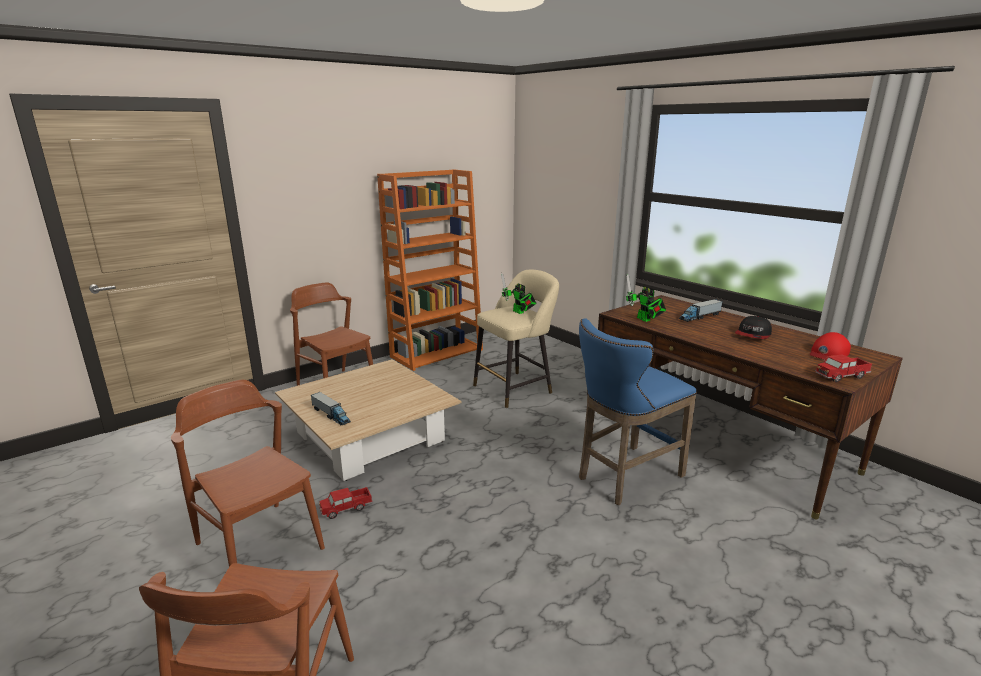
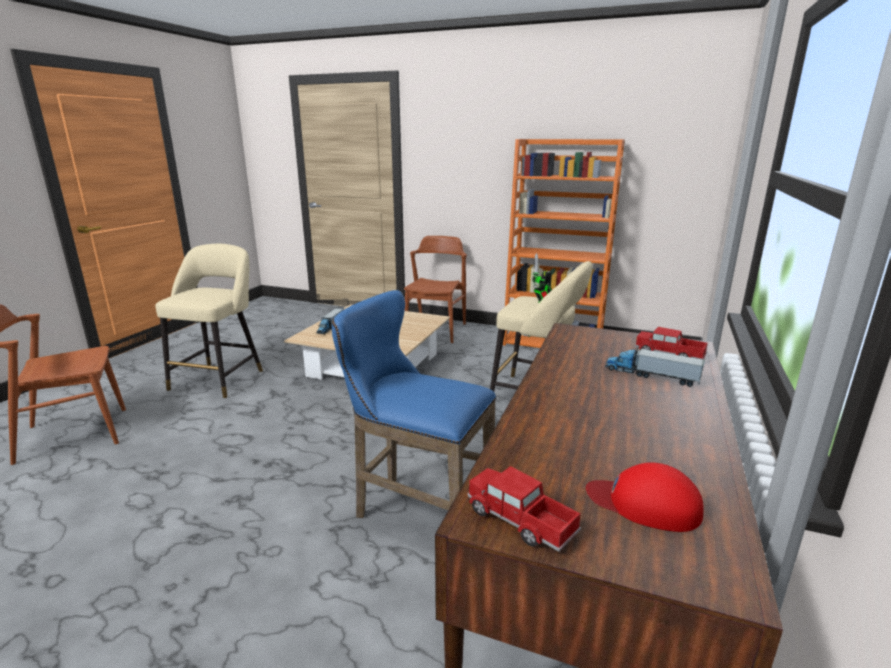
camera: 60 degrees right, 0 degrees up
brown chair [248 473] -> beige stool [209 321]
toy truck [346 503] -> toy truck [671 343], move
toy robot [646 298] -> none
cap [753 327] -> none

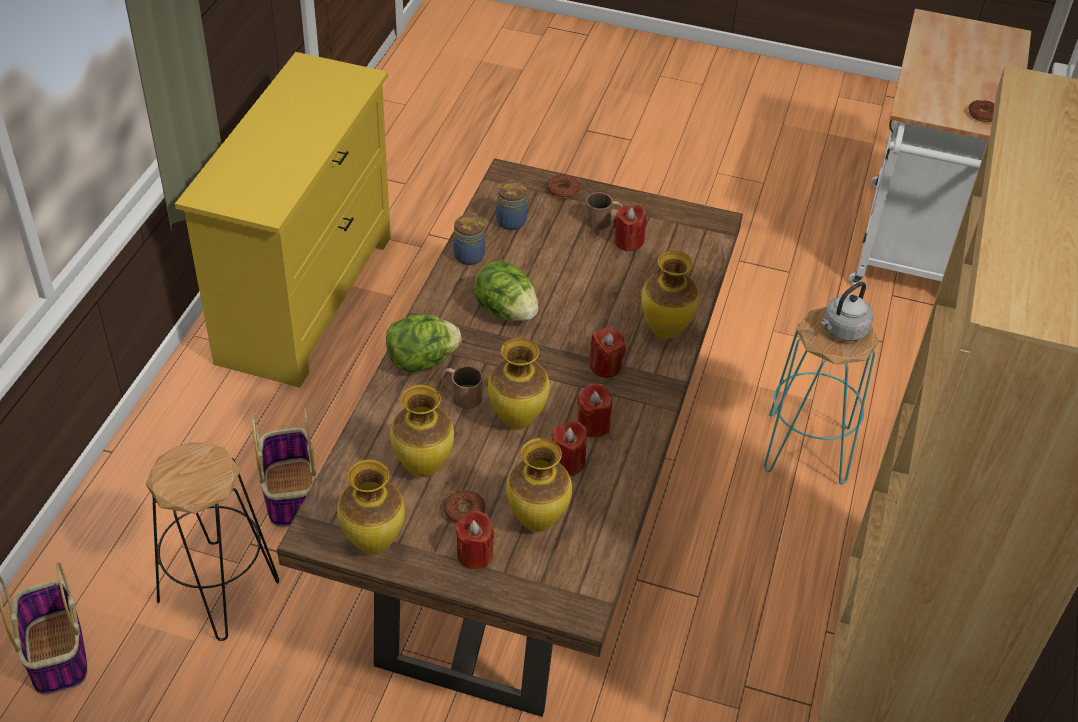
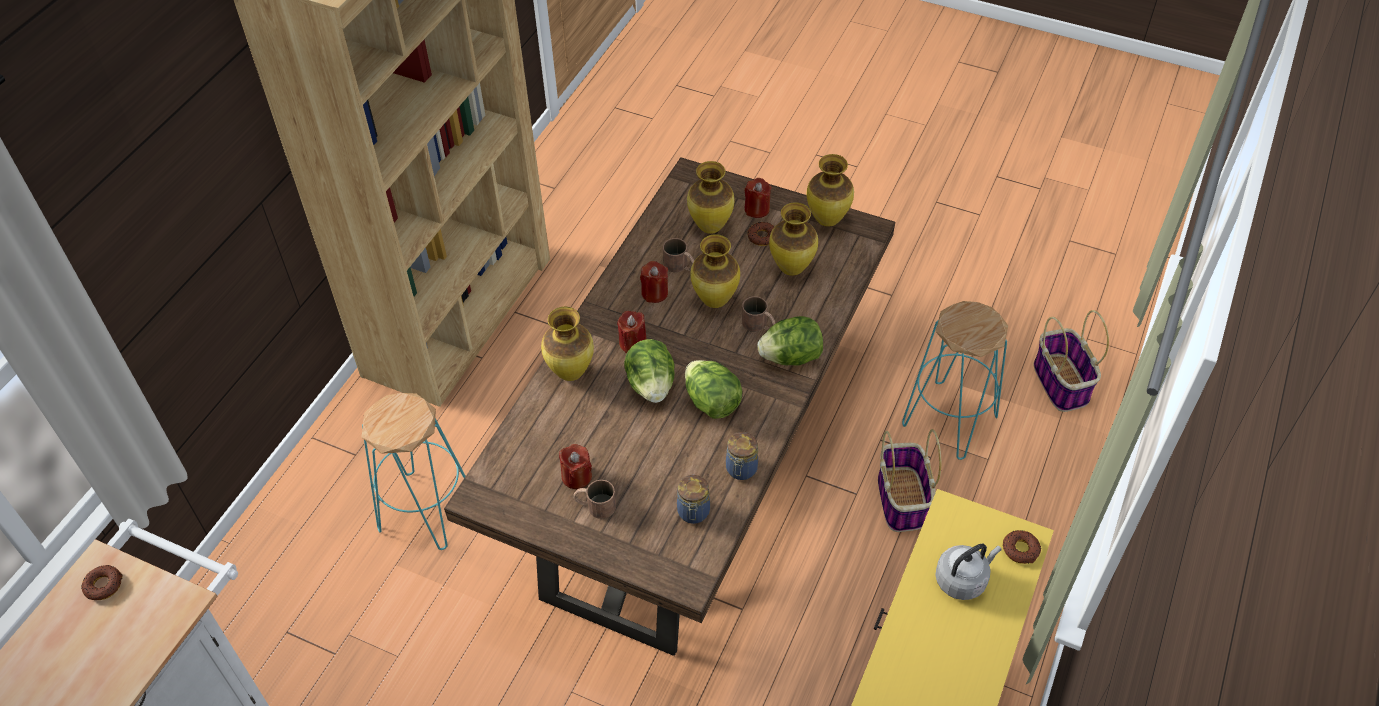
camera: 170 degrees left, 5 degrees up
black stool [212 541] -> turquoise stool [955 380]
donut [563 186] -> donut [1022 547], move
red candle [569 448] -> brown mug [678 255]
grey kettle [847 311] -> grey kettle [968 572], move
none -> lettuce [649 371]

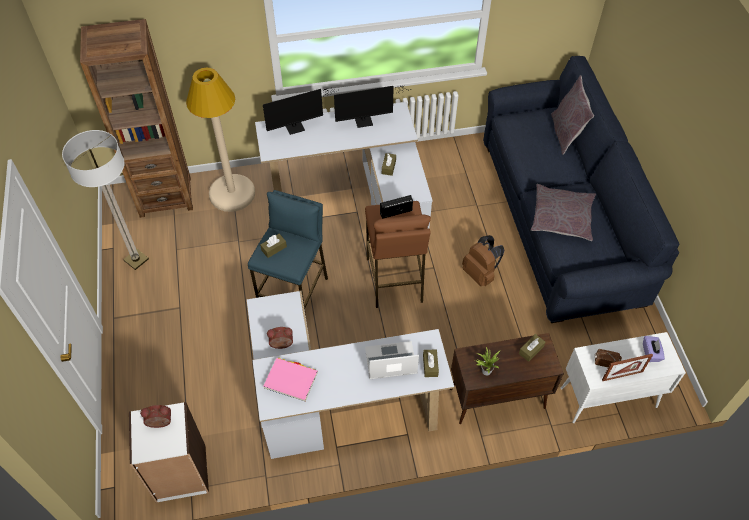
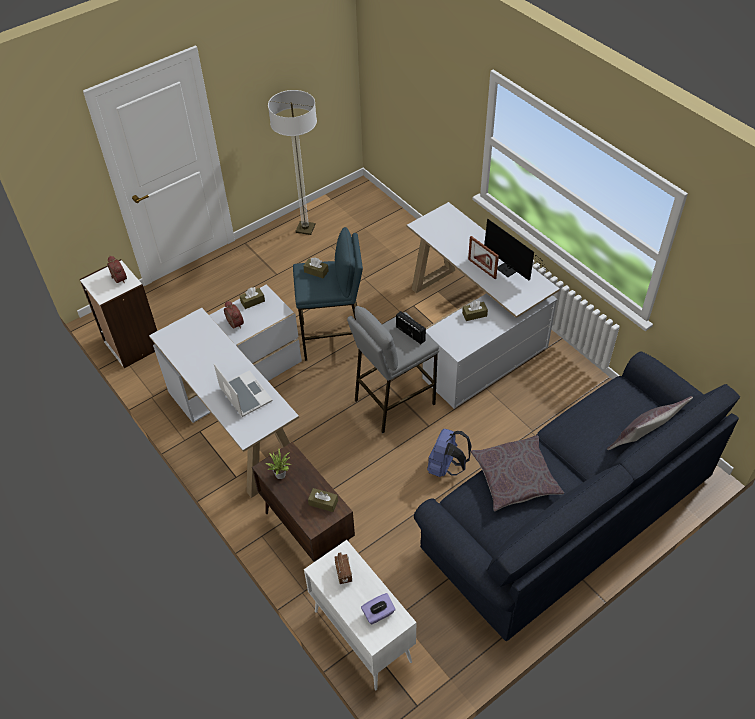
camera: 65 degrees right, 5 degrees down
brown bookcase [136 118] -> none
beige floor lamp [220 140] -> none
monitor [300 111] -> none
pink book [290 380] -> none
brown stool [398 254] -> grey stool [393 369]
brown tissue box [431 363] -> brown tissue box [252 298], move
brown backpack [483 260] -> blue backpack [449 453]
picture frame [627 367] -> picture frame [483 257], move

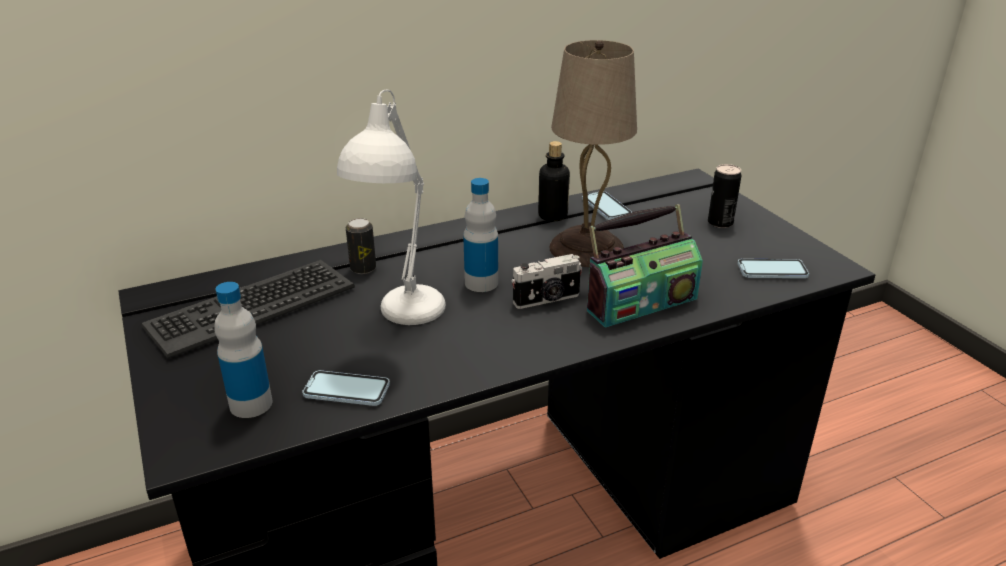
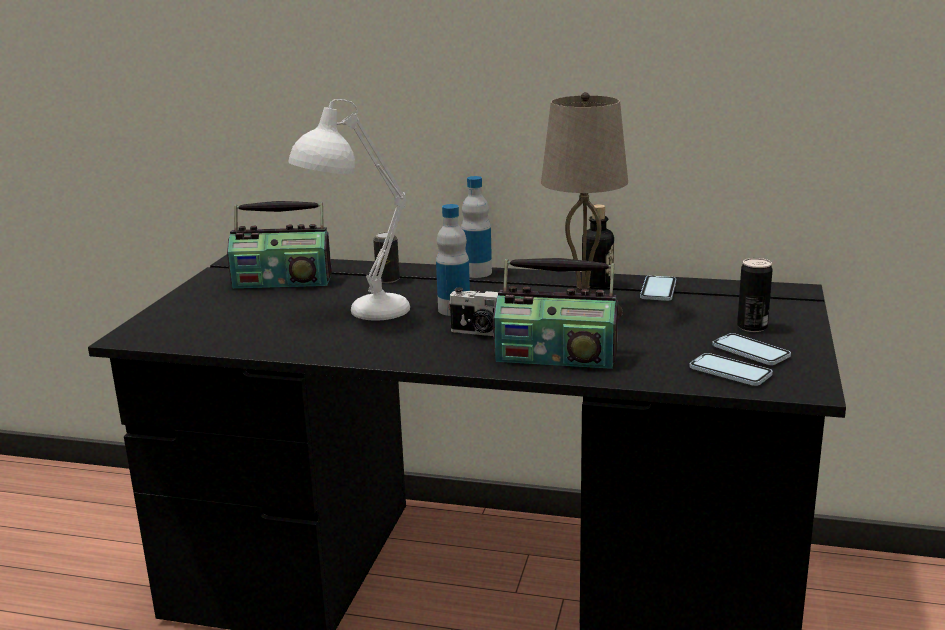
camera: 40 degrees right, 10 degrees down
keyboard [248 309] -> radio [279 244]
bottle [243 350] -> bottle [476 227], move
phone [346 388] -> phone [751 349], move

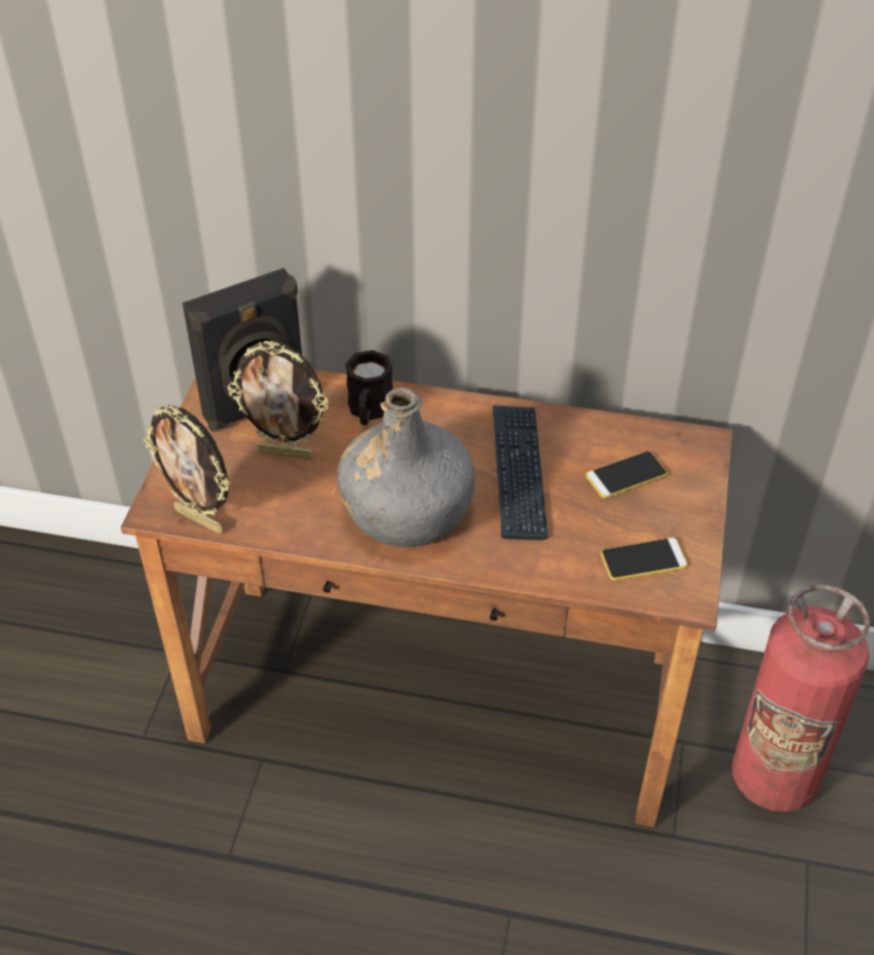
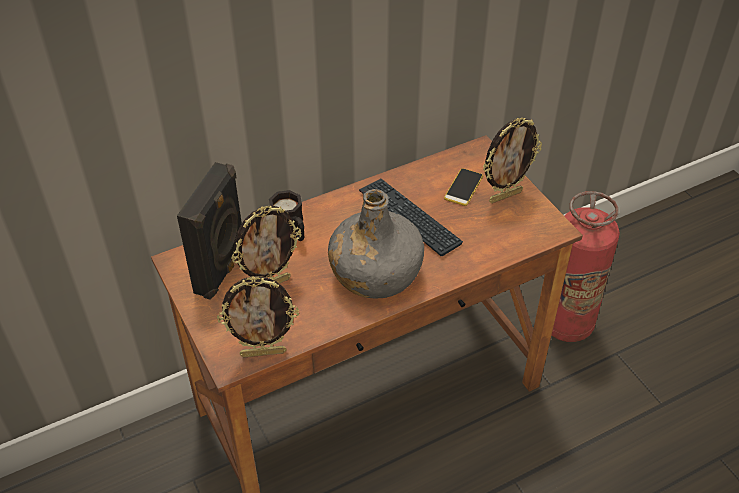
camera: 40 degrees left, 0 degrees up
phone [644 559] -> none
none -> picture frame [512 160]

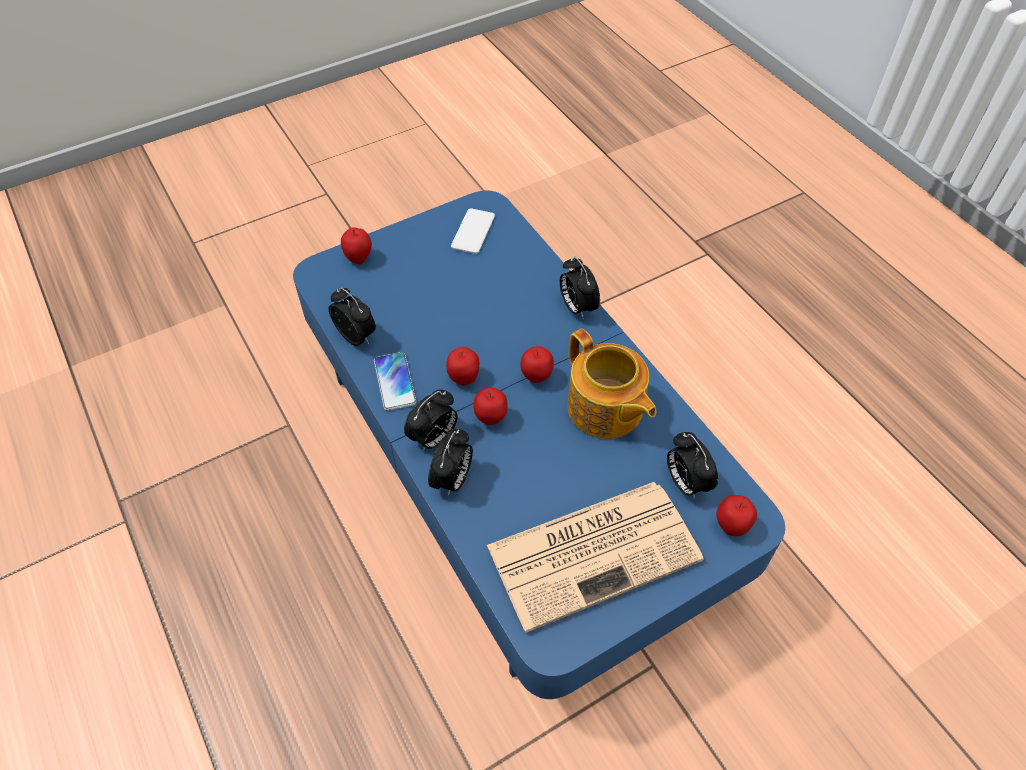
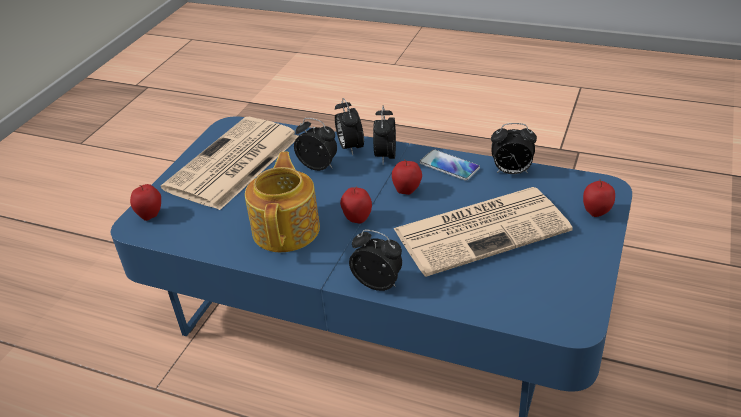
camera: 145 degrees right, 15 degrees down
phone [473 231] -> none
apple [490 406] -> none
teapot [612 384] -> teapot [282 202], 75 degrees clockwise
alarm clock [692 466] -> alarm clock [315 144], move
none -> newspaper [483 232]

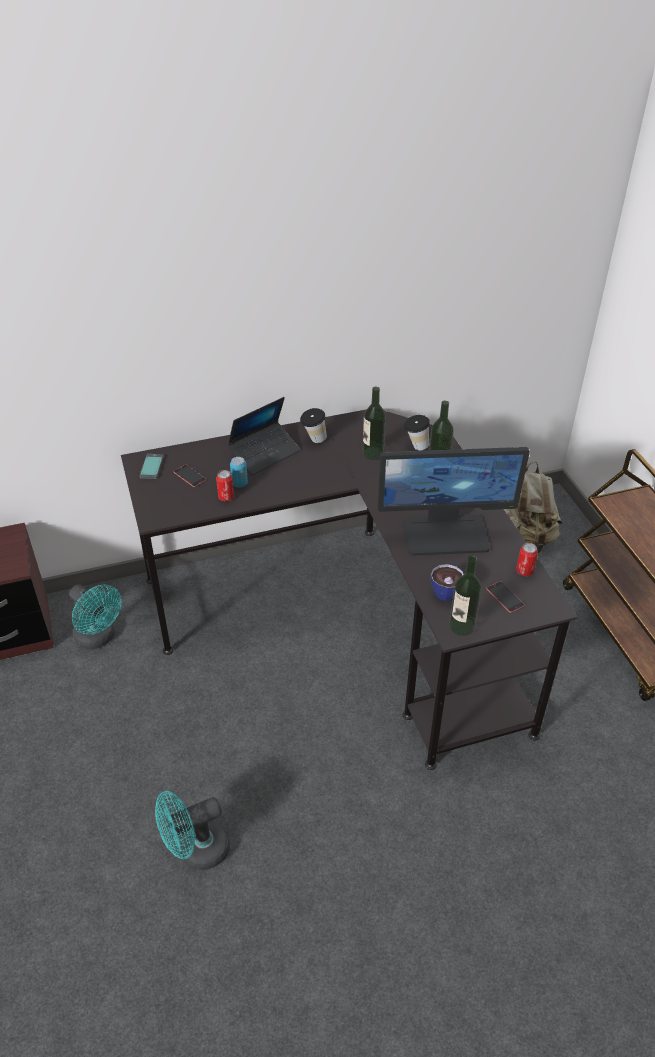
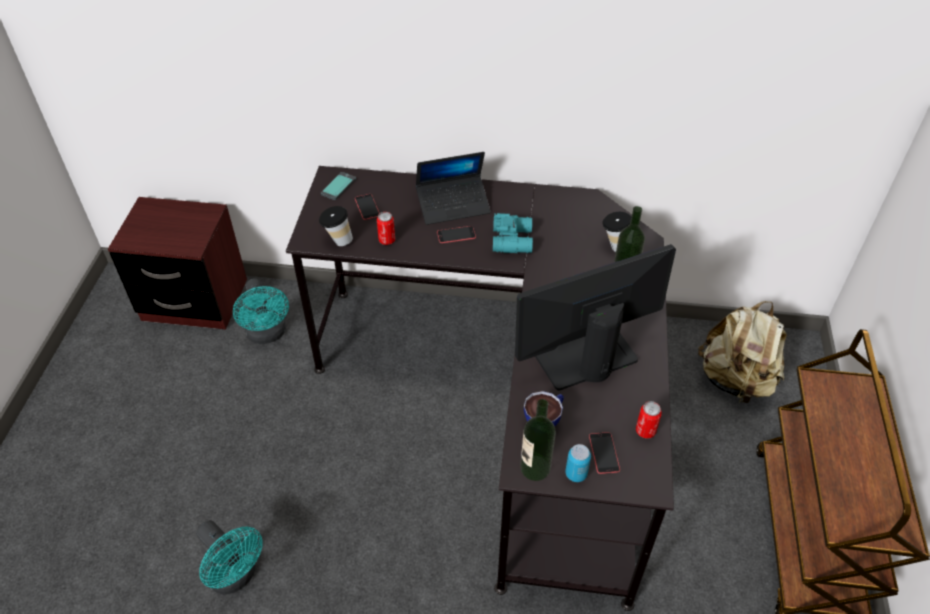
camera: 25 degrees right, 5 degrees up
turquoise fan [192 830] -> turquoise fan [229 557], 135 degrees counterclockwise
can [239 472] -> can [578 463], move
cup [313 425] -> cup [336 226], move
bottle [374 423] -> none
monitor [454 501] -> monitor [595 317], 135 degrees clockwise
none -> phone [456 234]
none -> turquoise binoculars [513 233]

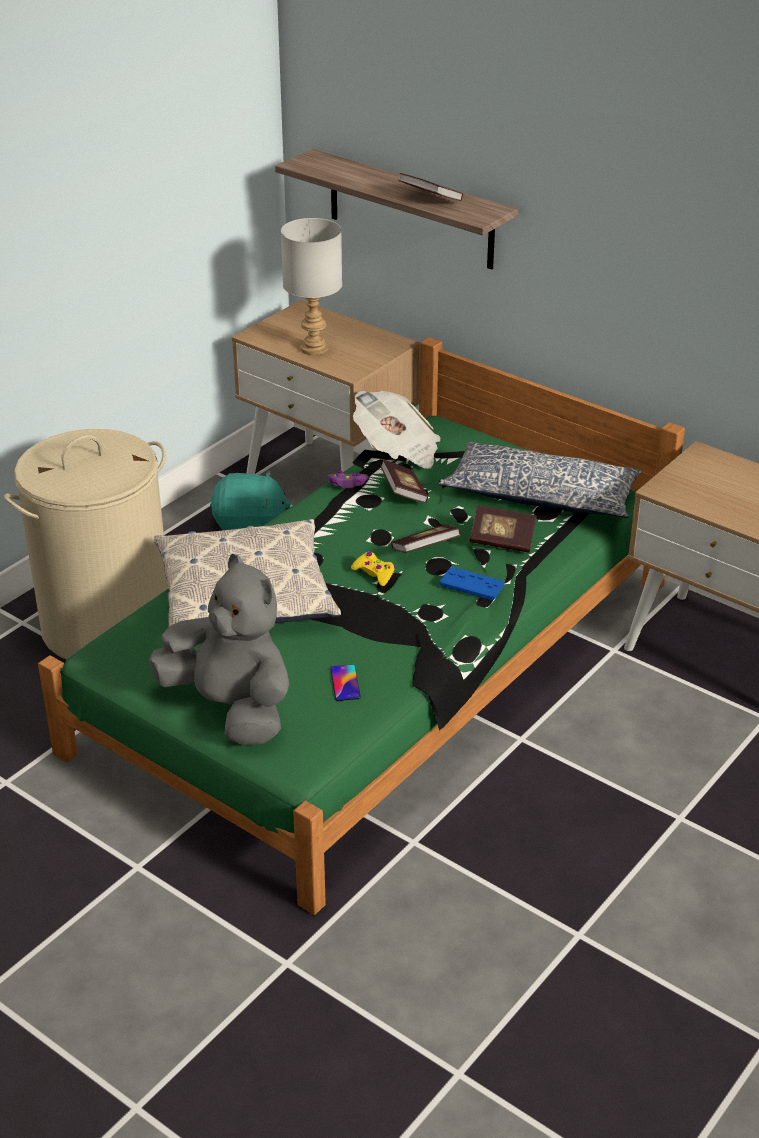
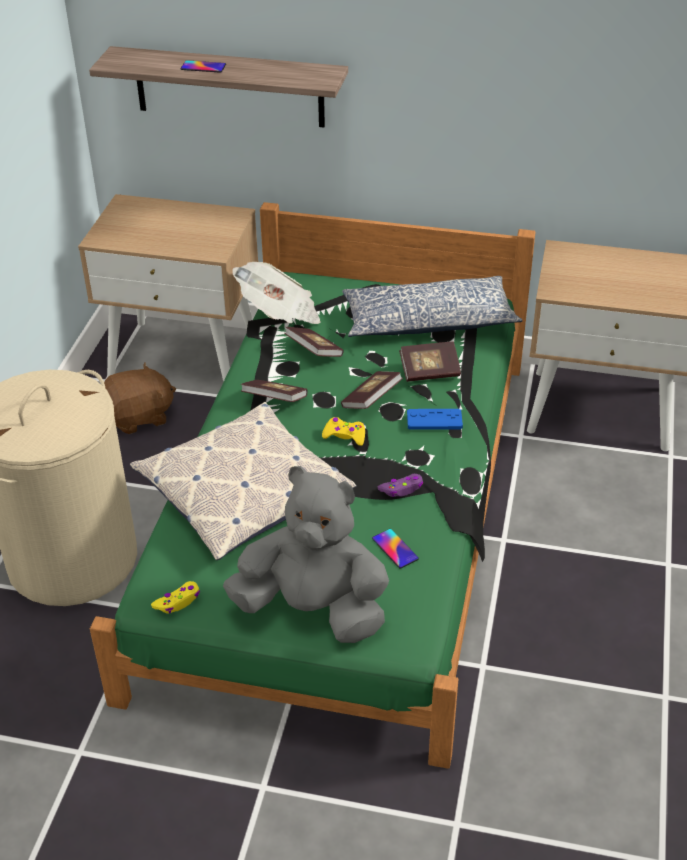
camera: 25 degrees left, 5 degrees up
turquoise plush toy [250 500] -> brown plush toy [140 398]
grey table lamp [311 286] -> none
purple game controller [348 479] -> purple game controller [400 485], move
book [430 187] -> book [274 391], move
none -> yellow game controller [175 597]
none -> phone [203 66]

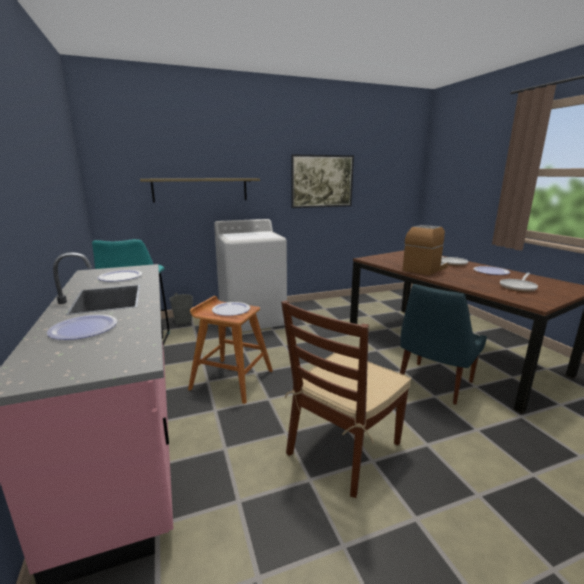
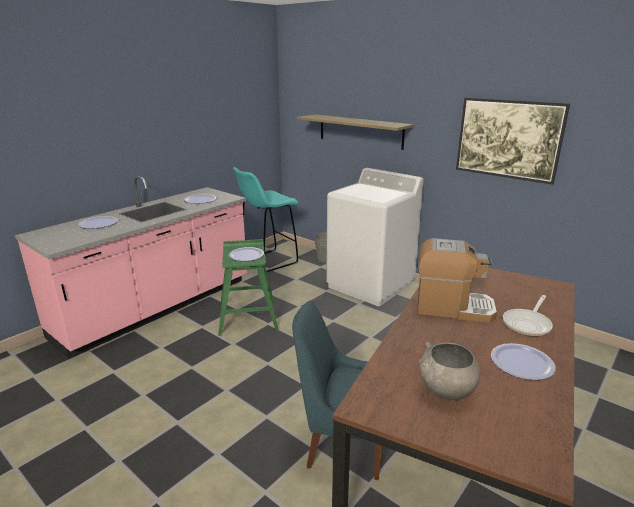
camera: 60 degrees right, 5 degrees up
brown stool [230 350] -> green stool [248 287]
brown chair [346 399] -> none
frying pan [519 282] -> grey bowl [449 371]

